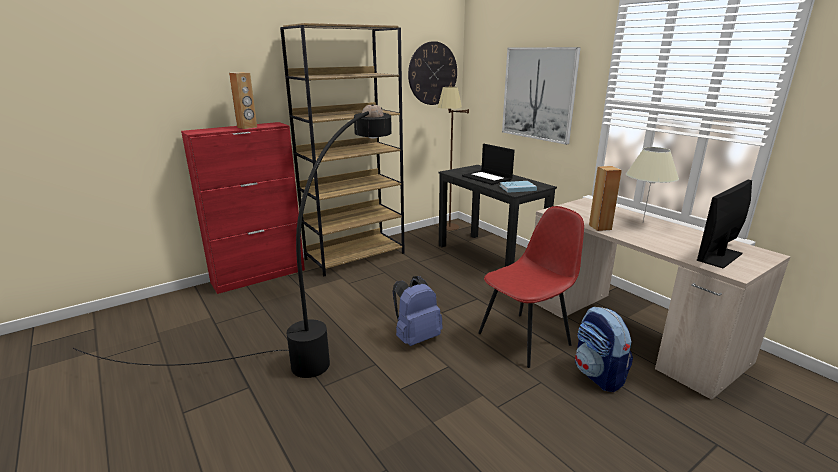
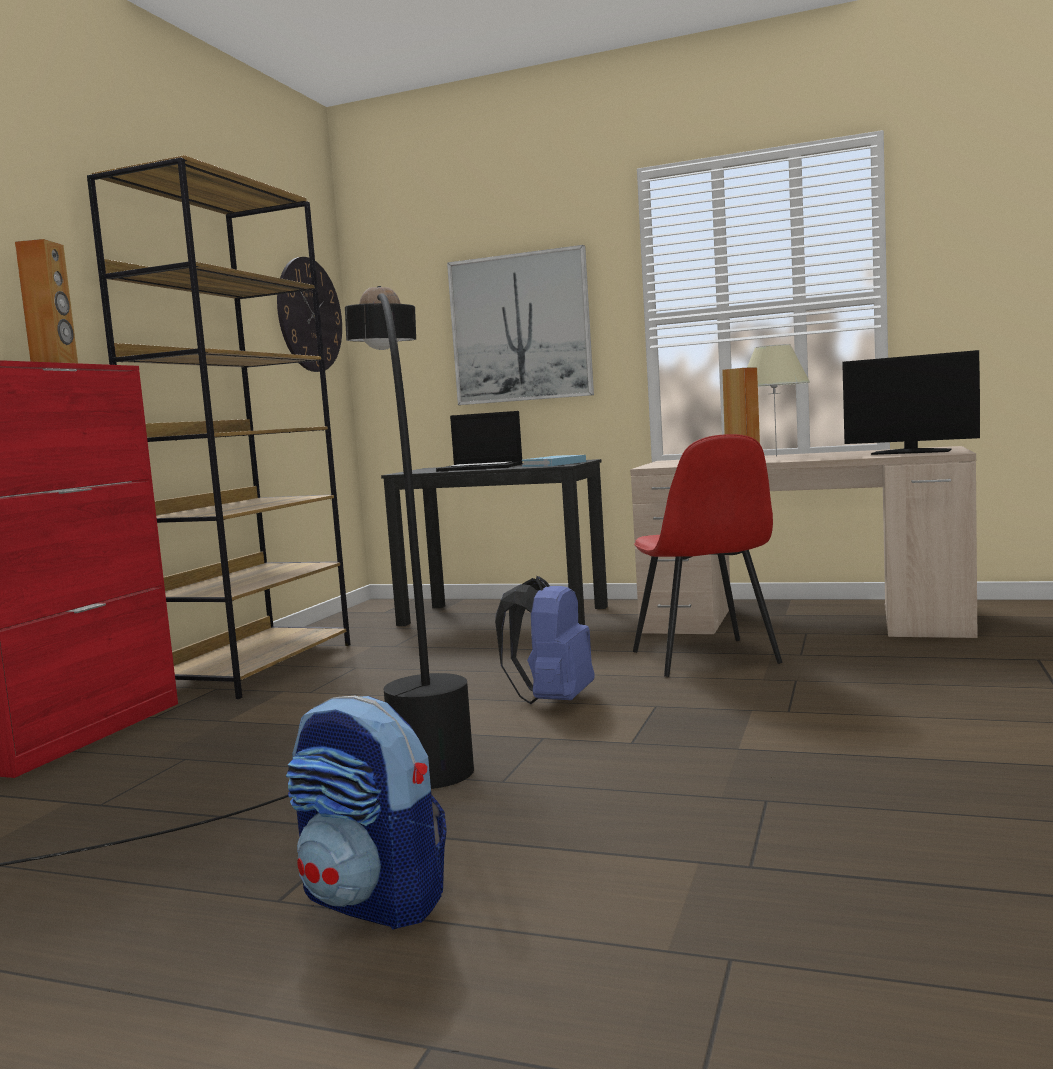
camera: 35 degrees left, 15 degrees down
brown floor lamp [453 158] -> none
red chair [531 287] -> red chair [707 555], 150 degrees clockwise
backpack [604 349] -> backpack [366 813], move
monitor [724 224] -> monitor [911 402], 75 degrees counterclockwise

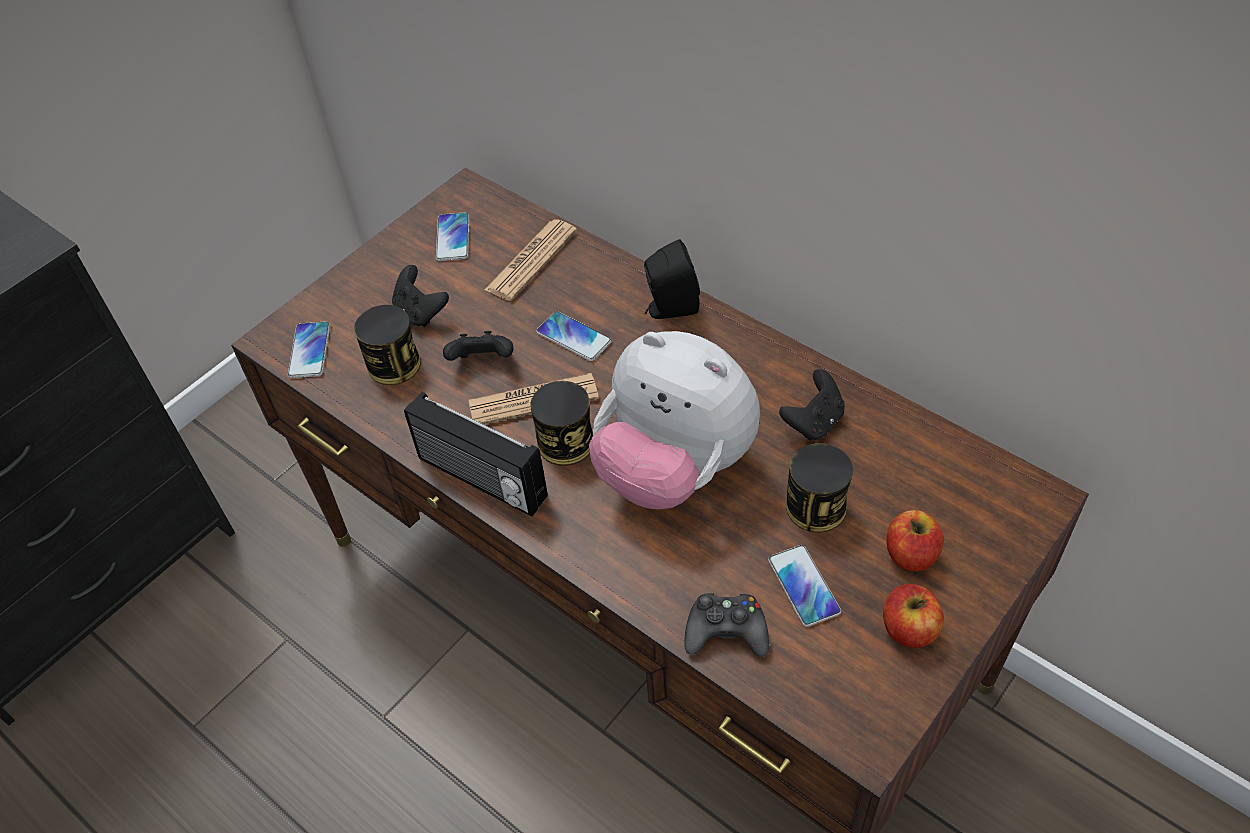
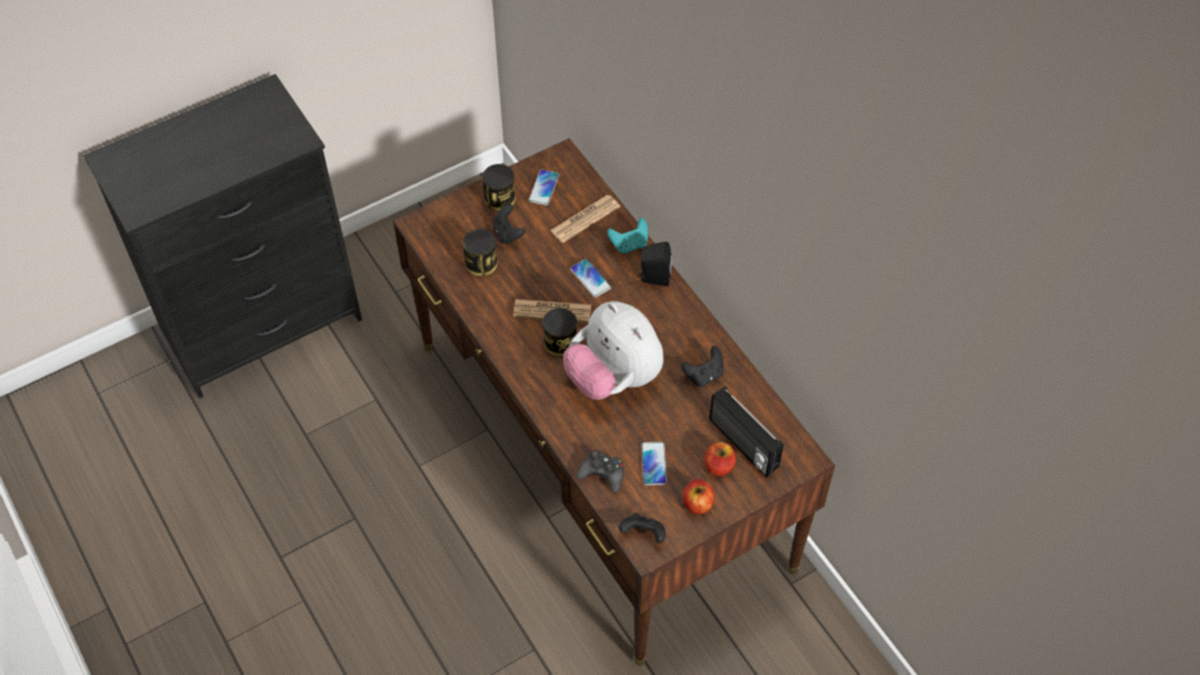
camera: 15 degrees right, 5 degrees up
phone [309 349] -> none
radio [476 454] -> radio [746 431], move
black game controller [478 346] -> black game controller [642 528], move
can [819 487] -> can [499 187], move
none -> turquoise game controller [627 236]

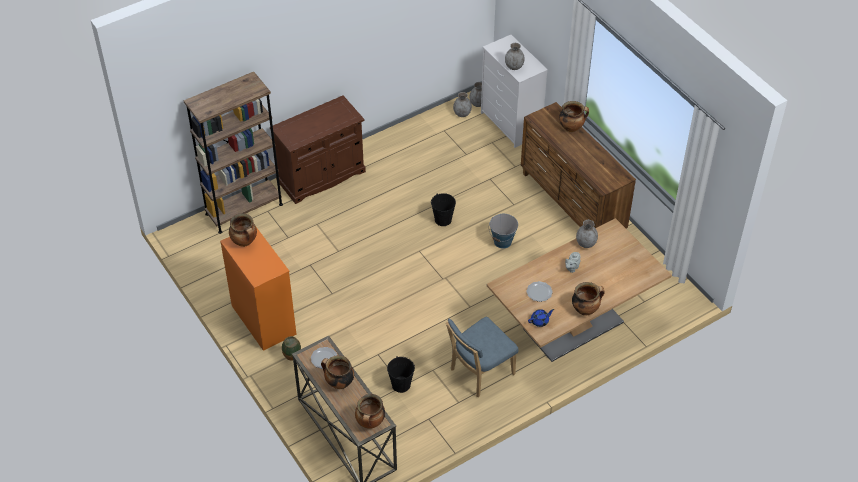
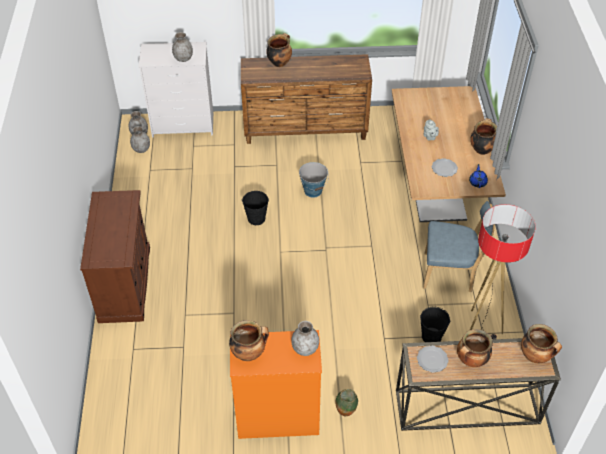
camera: 60 degrees left, 0 degrees up
brown bookcase [233 153] -> none
blue chair [482 357] -> blue chair [459 246], 75 degrees counterclockwise
grey vase [587 234] -> grey vase [305 338], move
none -> floor lamp [503 271]

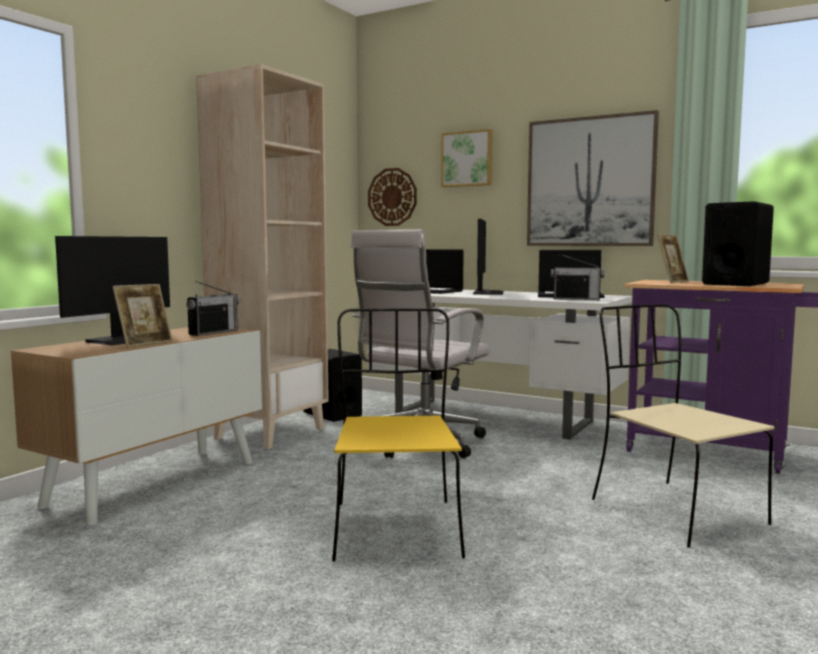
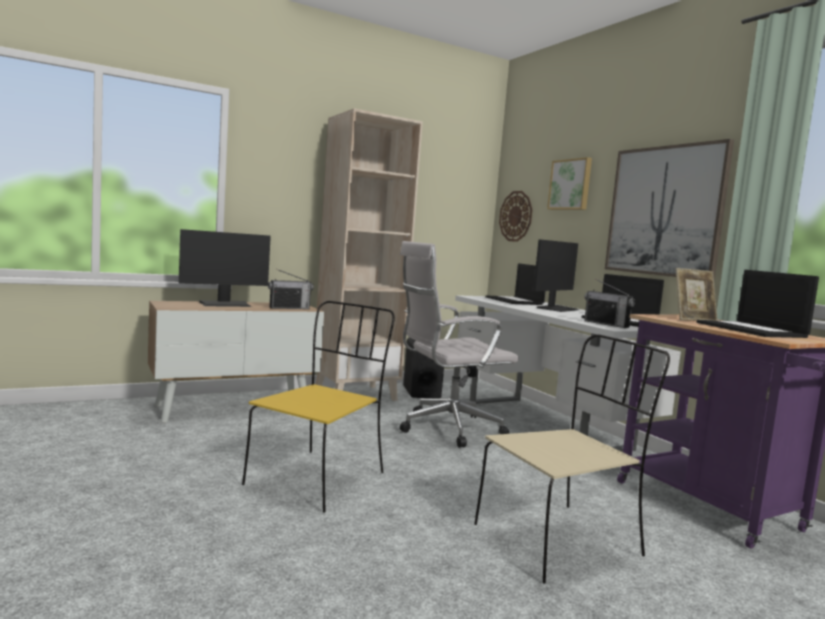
camera: 30 degrees right, 0 degrees up
picture frame [143 316] -> none
beige chair [683 426] -> beige chair [572 458], 60 degrees clockwise
black speaker [738 243] -> laptop [757 304]

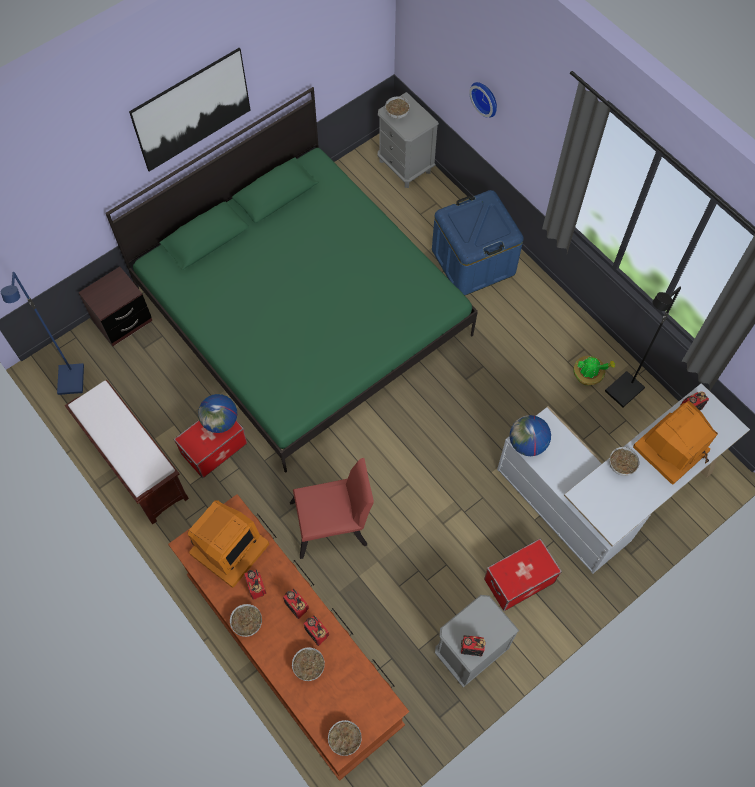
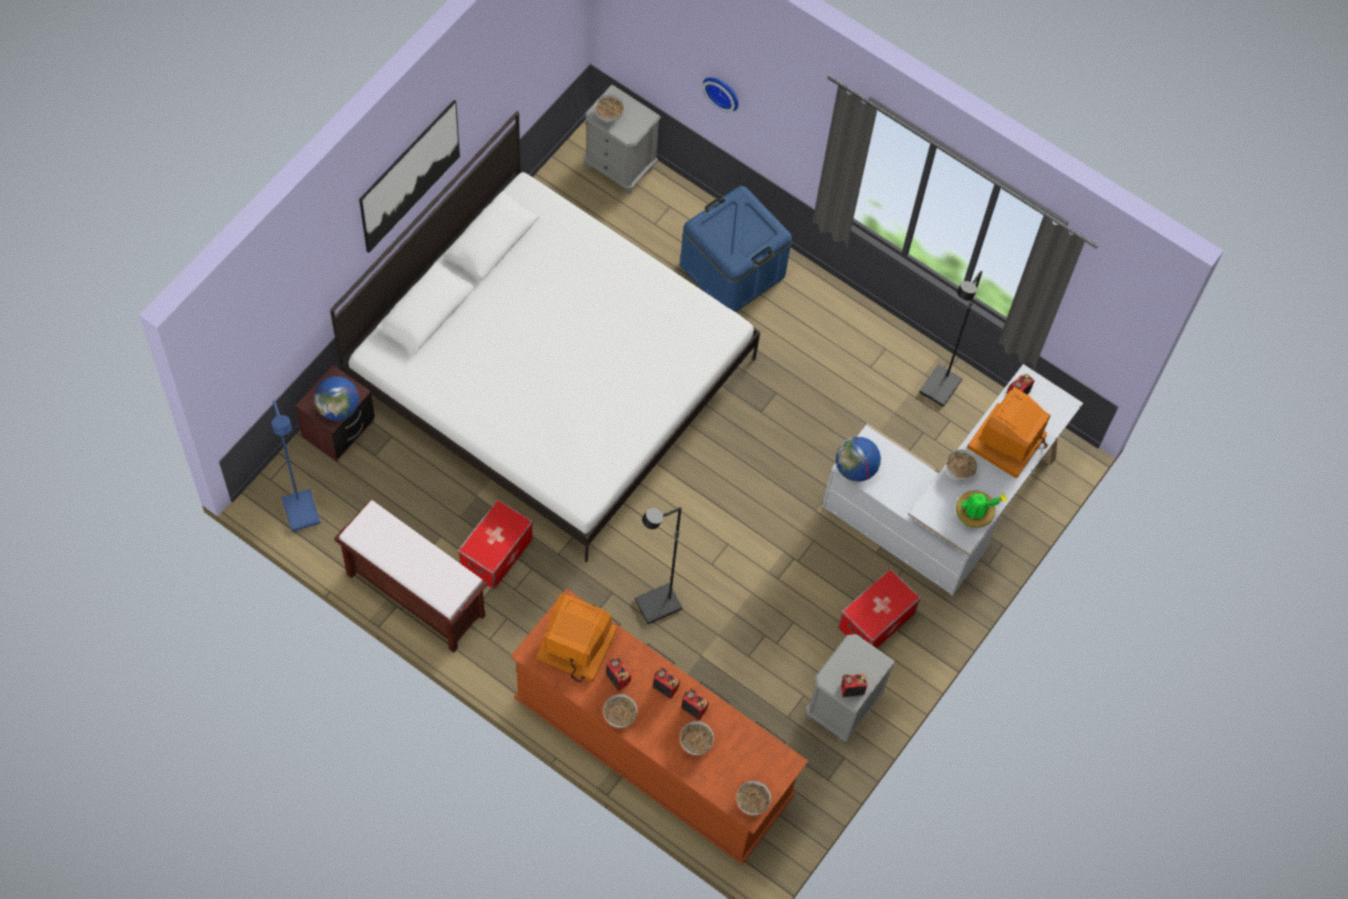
camera: 20 degrees left, 0 degrees up
green bed [292 280] -> white bed [545 336]
monitor [228 544] -> monitor [577 638], 90 degrees counterclockwise
globe [217 413] -> globe [336 398], move
red chair [332 508] -> black floor lamp [659 565]
potted plant [594 370] -> potted plant [981 509], move

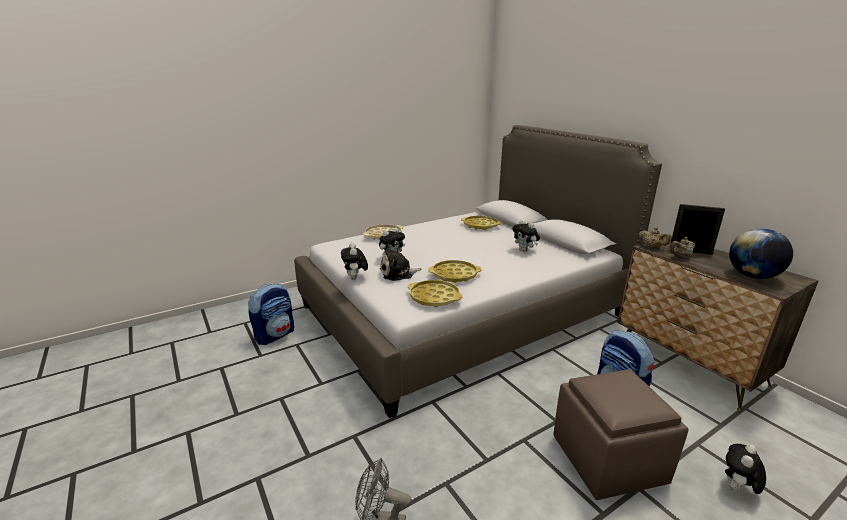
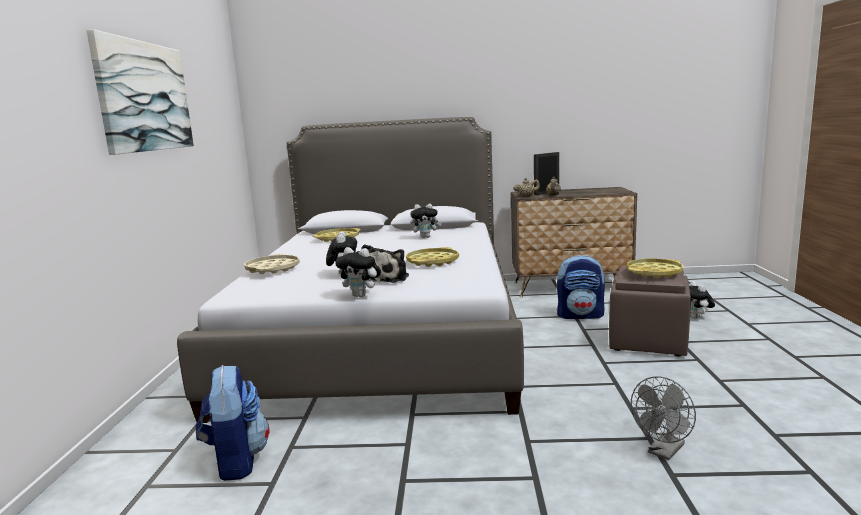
camera: 55 degrees left, 10 degrees down
yellow tray [435 293] -> yellow tray [655 268], move
globe [761 253] -> none
none -> picture [140 92]

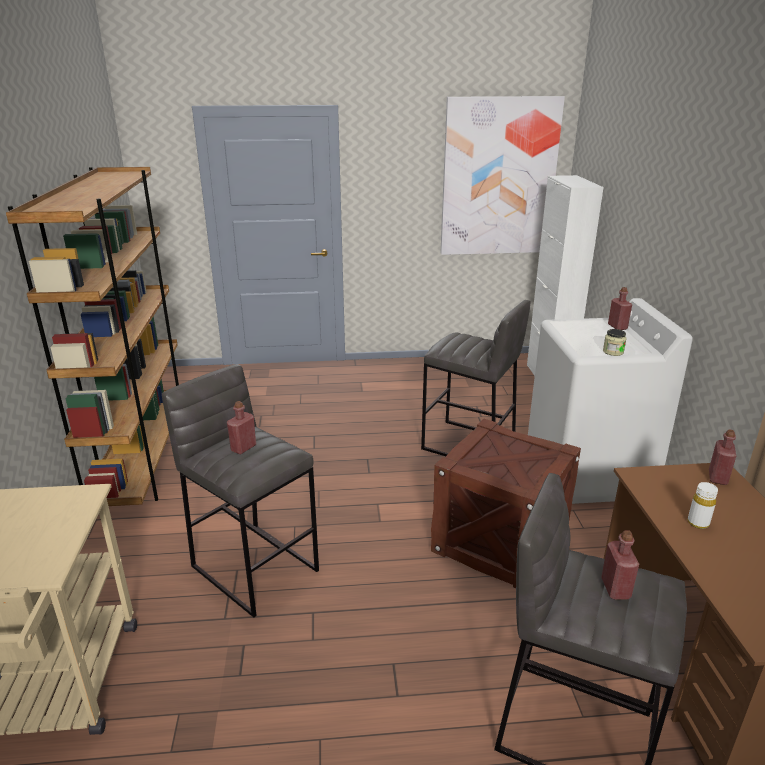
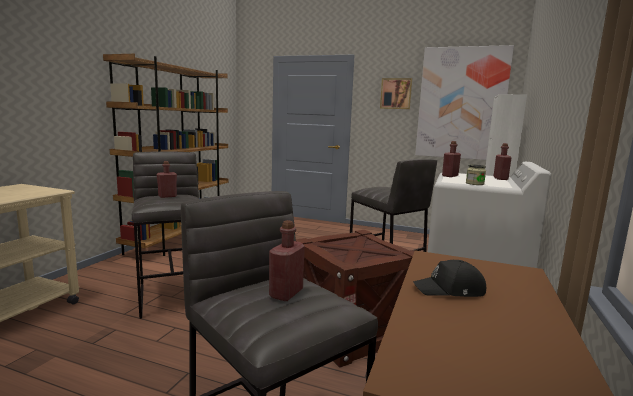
camera: 25 degrees right, 15 degrees down
white bottle [703 505] -> black cap [449 278]
red bottle [722 457] -> red bottle [451 159], move
none -> picture [396 93]

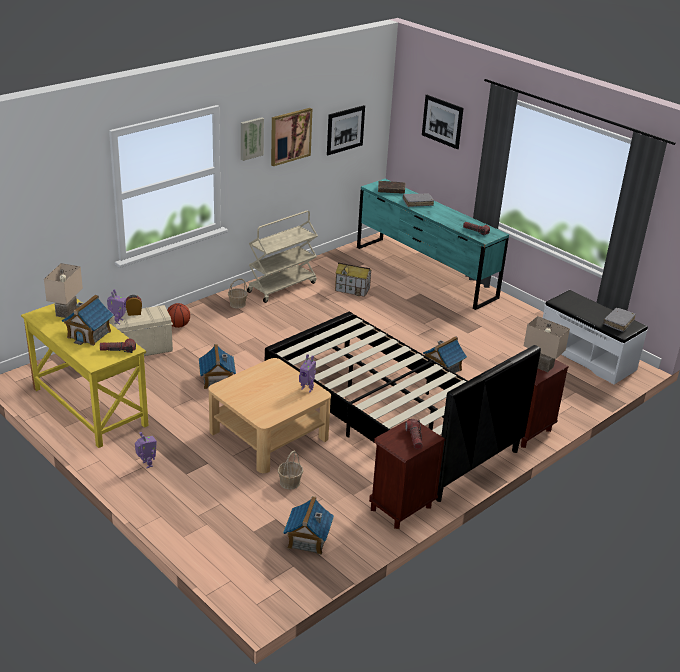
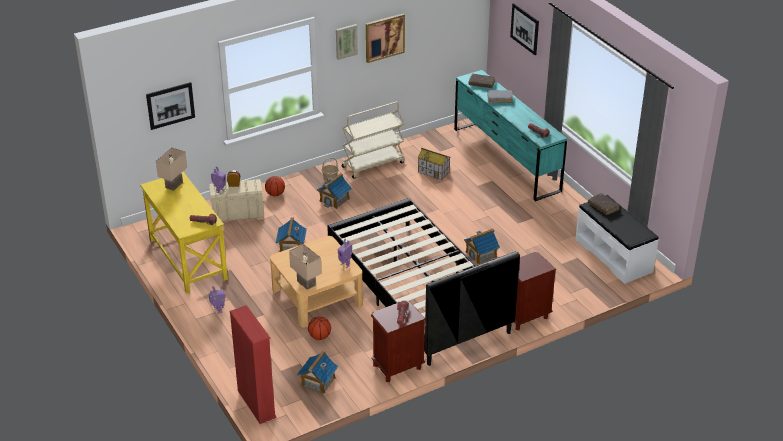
camera: 15 degrees right, 5 degrees up
toy house [87 320] -> toy house [334 191], move
basket [290 470] -> basketball [319 328]
picture [346 130] -> picture [170 106], move
beige table lamp [547 344] -> beige table lamp [305 267], move
grey book [619 320] -> none
none -> red bookcase [253 364]
none -> brown book [604 204]

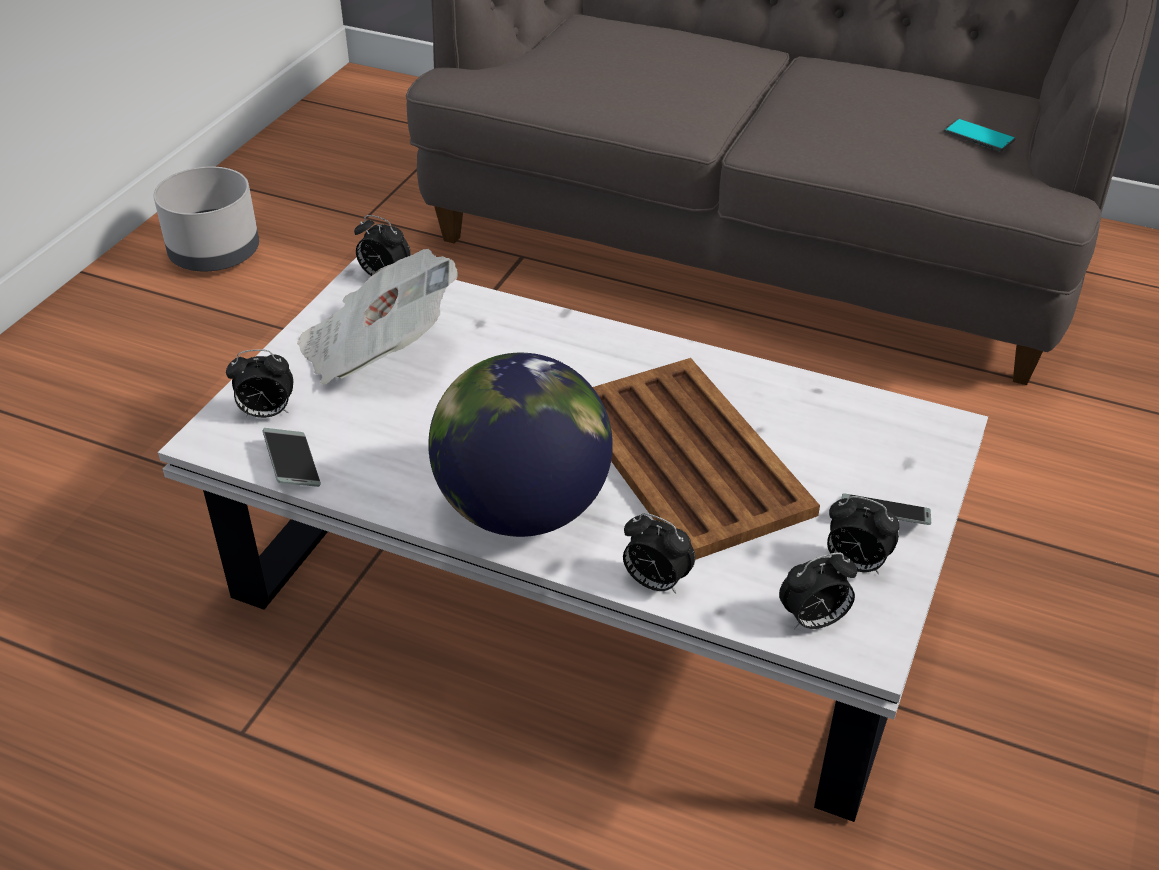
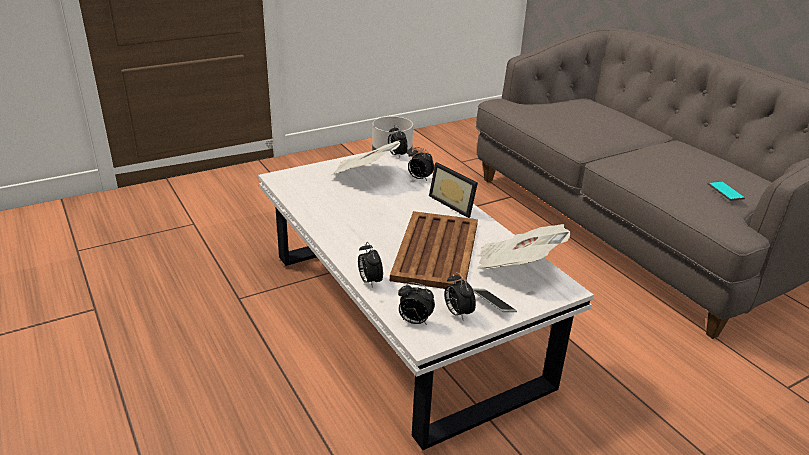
camera: 35 degrees right, 10 degrees down
alarm clock [259 383] -> alarm clock [421 164], move
phone [292 457] -> none
globe [520 445] -> none
none -> picture frame [453 190]
none -> newspaper [524 246]

